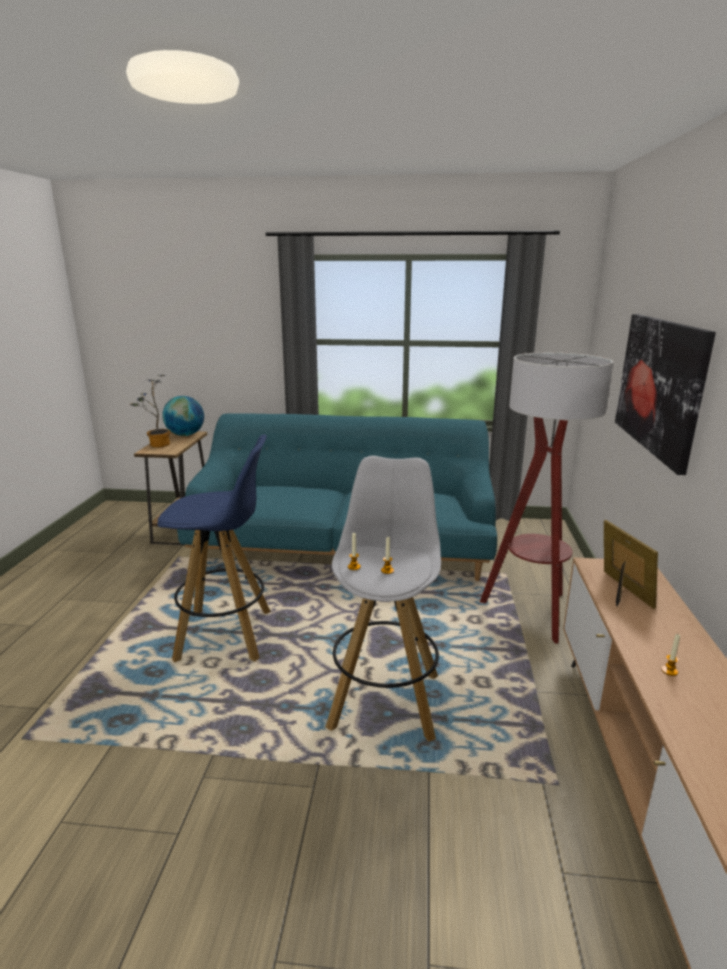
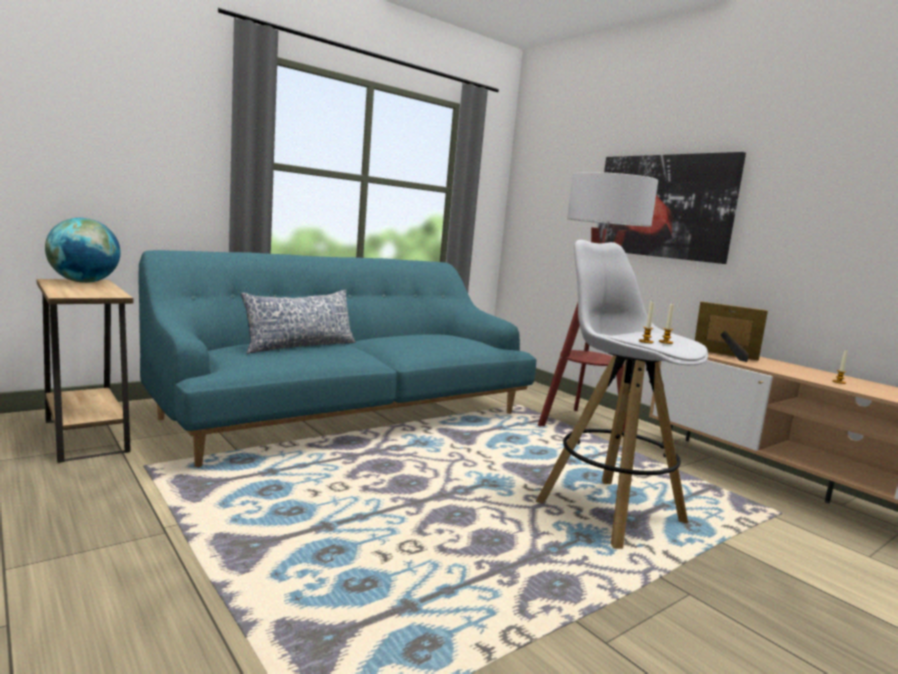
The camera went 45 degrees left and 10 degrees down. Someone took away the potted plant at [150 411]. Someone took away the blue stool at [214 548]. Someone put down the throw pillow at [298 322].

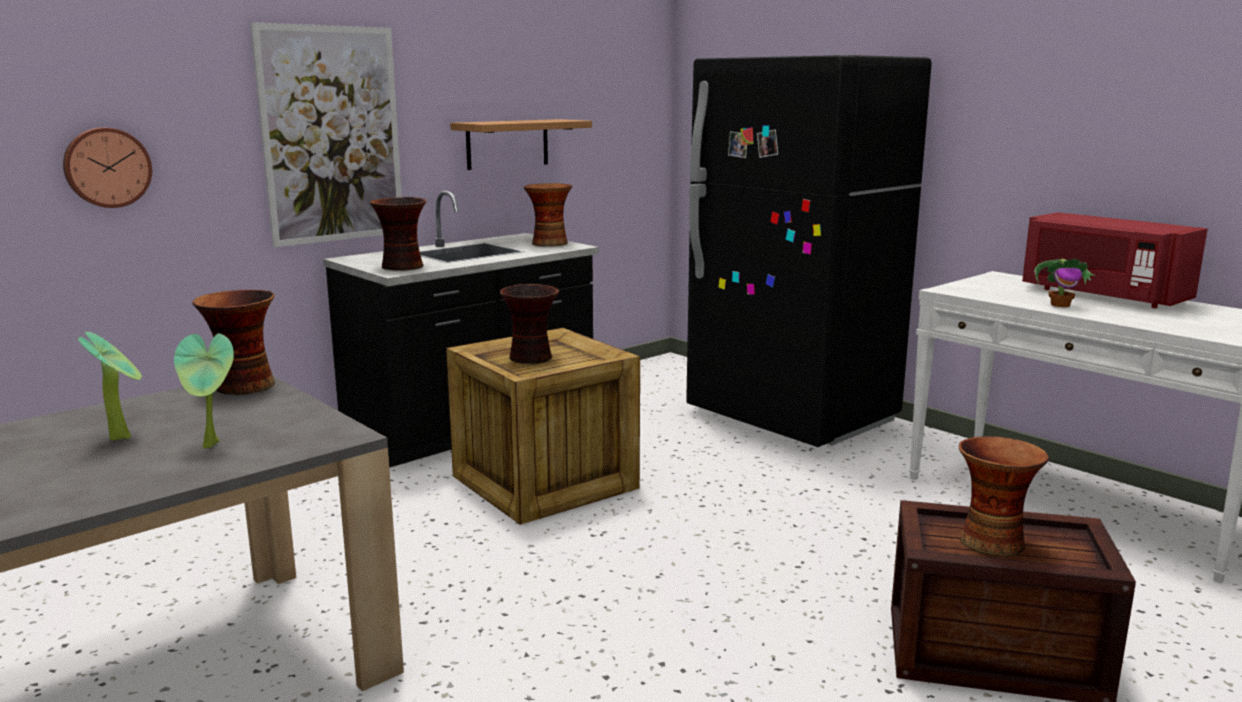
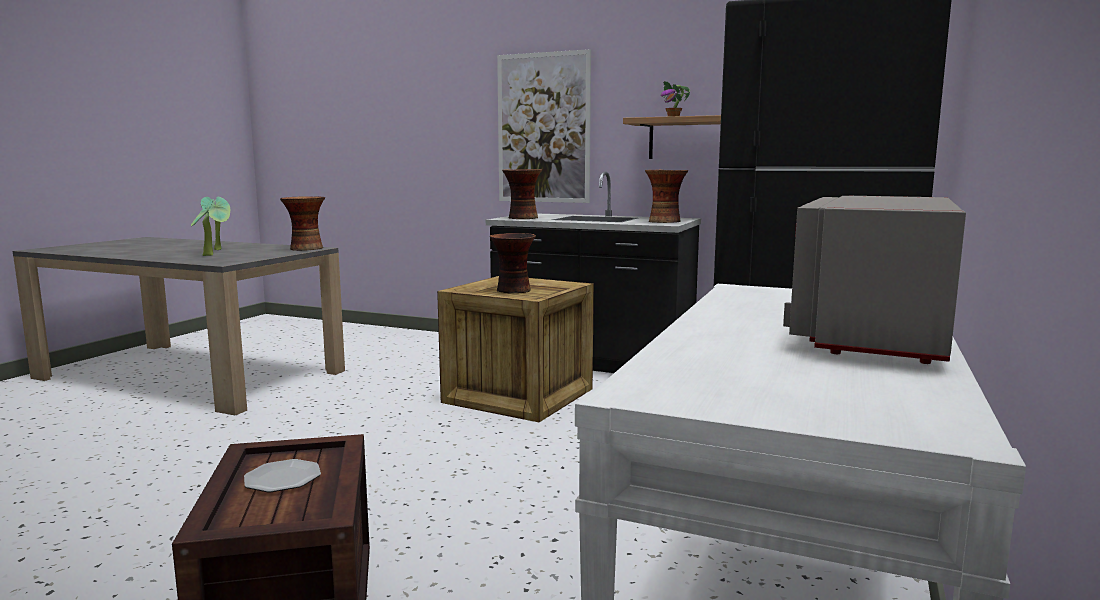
The camera went 65 degrees right and 5 degrees down. Someone took away the clock on the wall at [107 167]. Someone repainted the red-coloured microwave oven at [1115 260], which became the greyish microwave oven at [874 280]. Someone carried the potted plant from [1064 282] to [675 99]. Someone swapped the flower vase at [1004 496] for the plate at [282 475].

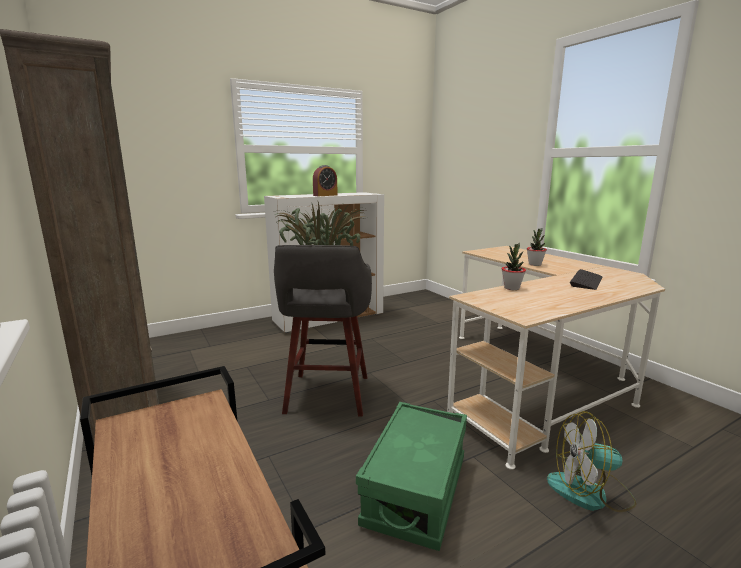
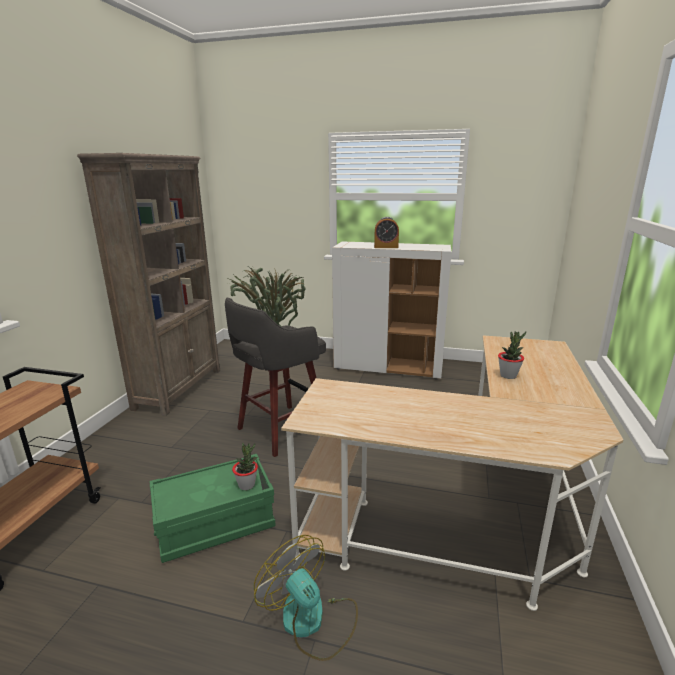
The camera went 45 degrees right and 5 degrees up. Someone carried the potted plant from [514 266] to [245 466]. Someone took away the keyboard at [586 279].

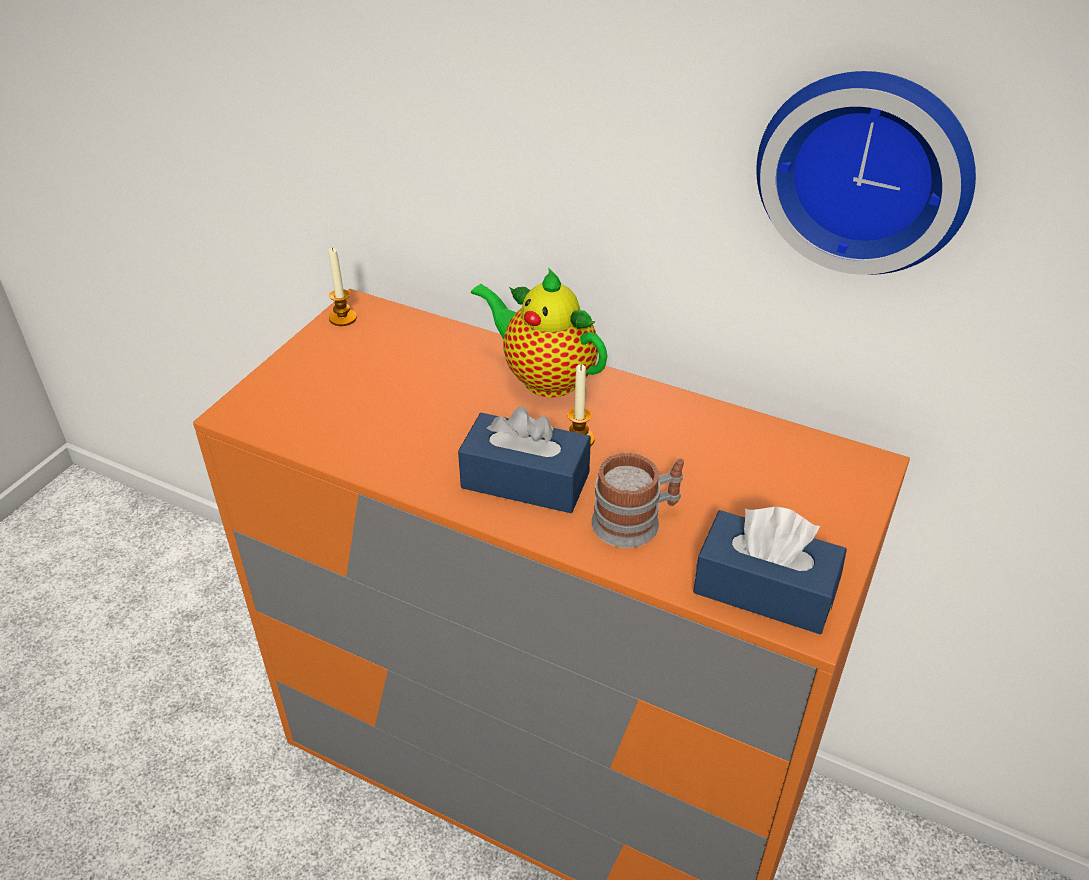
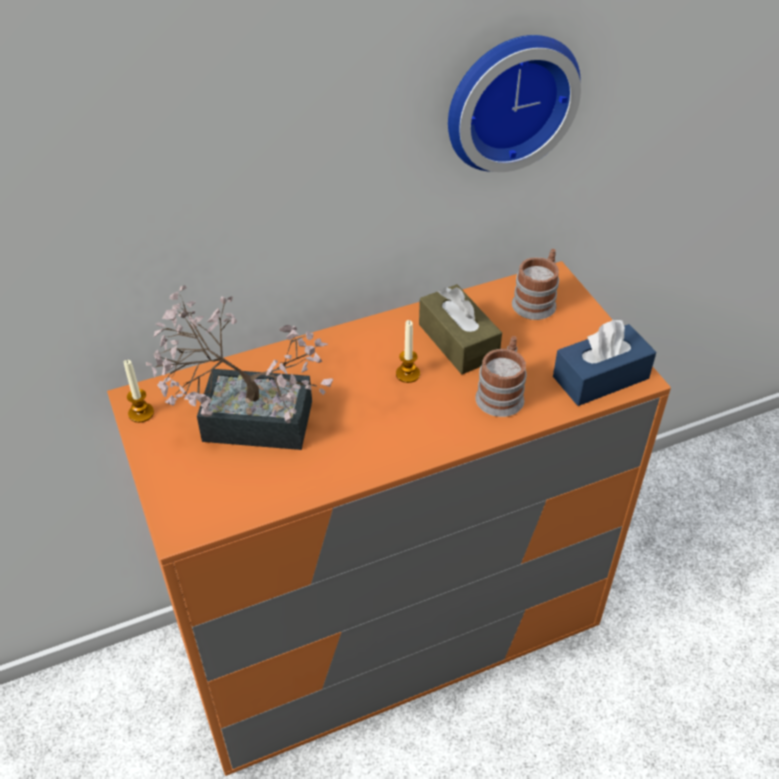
The camera went 50 degrees left and 5 degrees up. Someone took away the teapot at [539 332]. Someone took away the blue box of tissues at [524 459]. Someone put down the coffee mug at [535 284]. Someone put down the brown-coloured box of tissues at [460 329]. Someone put down the potted plant at [239 367].

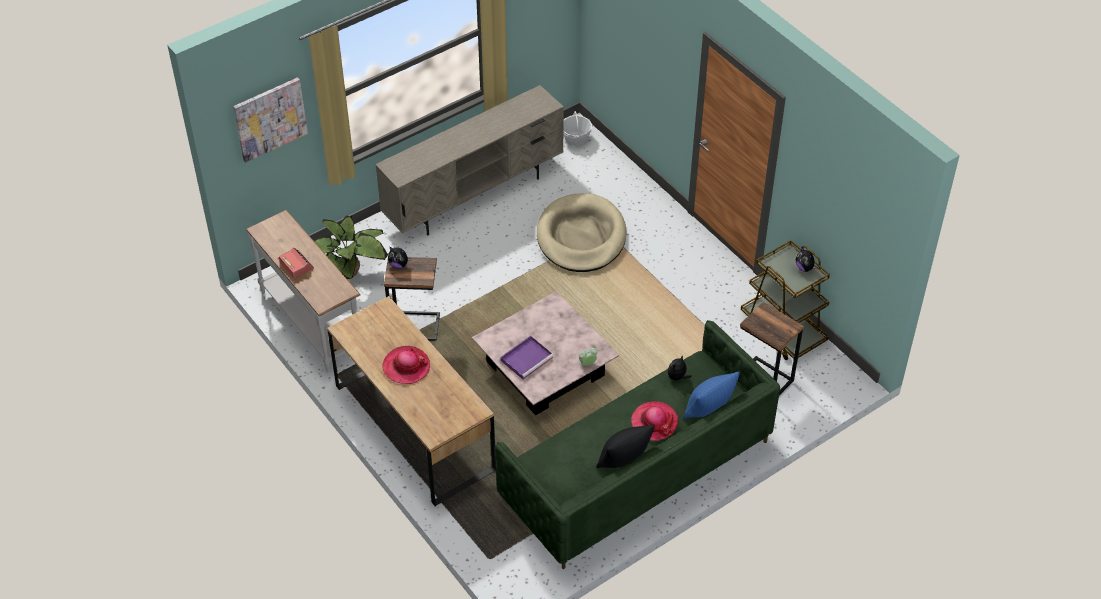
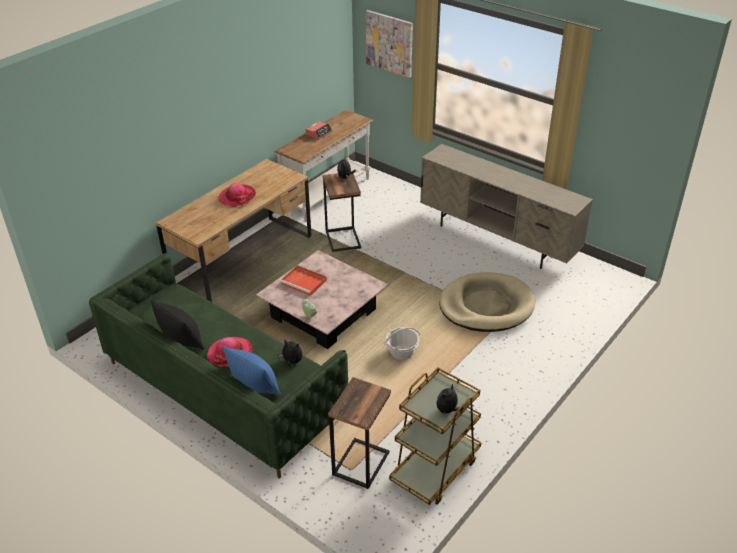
The camera went 75 degrees right and 10 degrees down. Someone carried the basket from [577 128] to [402 343]. Someone took away the potted plant at [351 247]. Someone repainted the purple tray at [527 357], which became the red-coloured tray at [303 280].

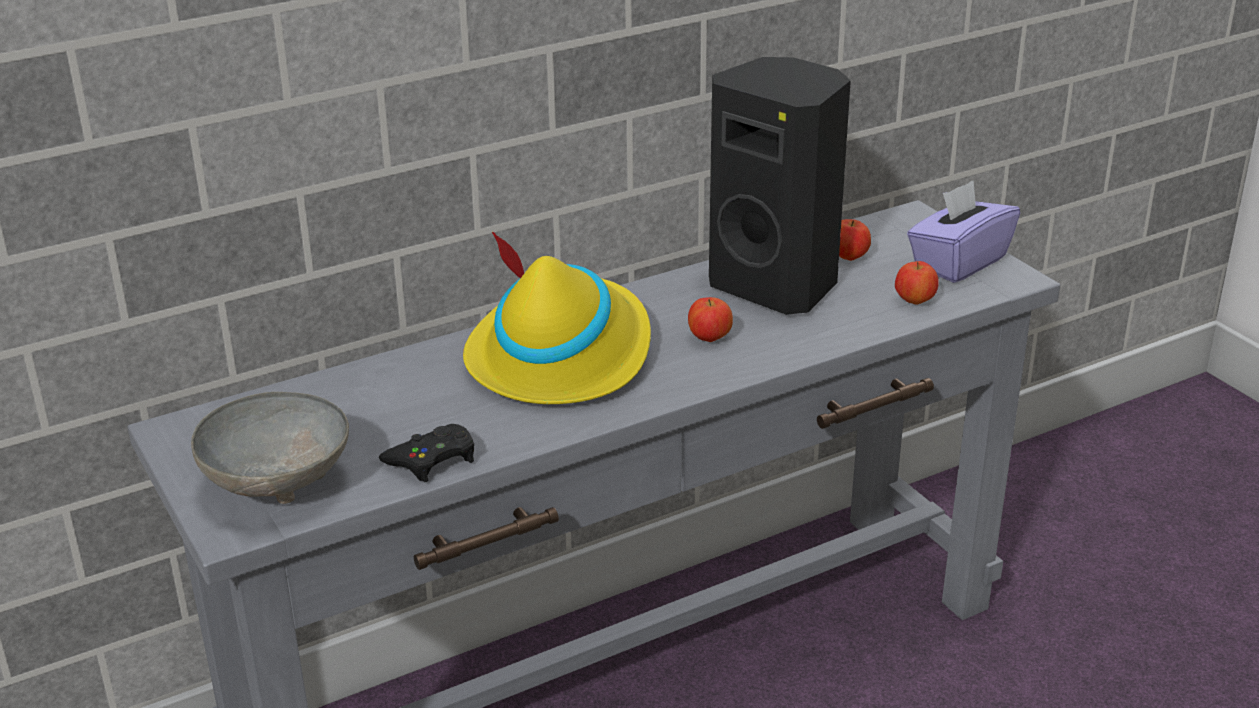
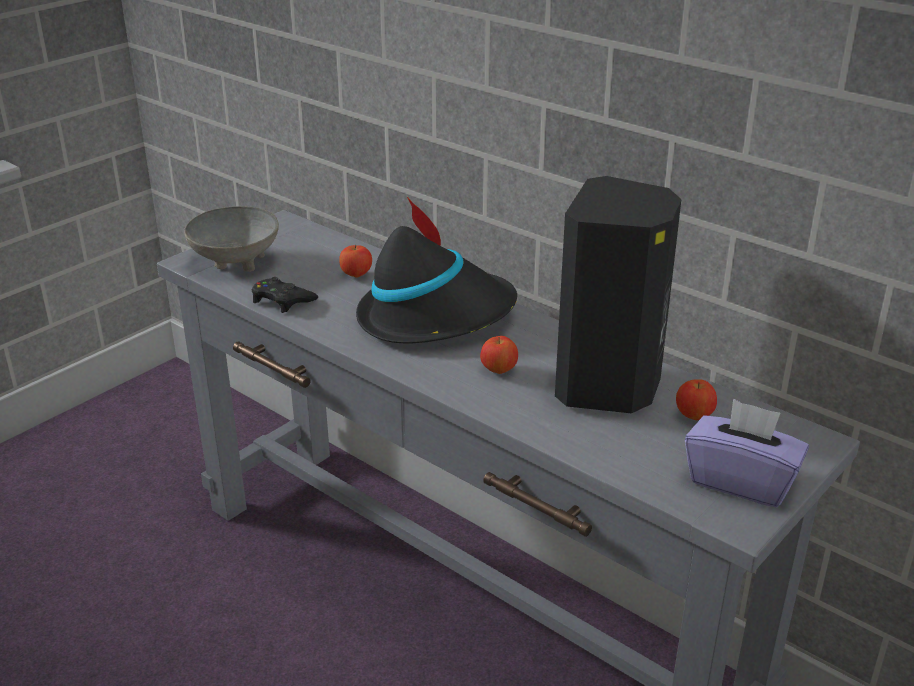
The camera went 70 degrees right and 0 degrees up. Someone repainted the yellow wearable hat at [557 318], which became the blackish wearable hat at [436 270]. Someone carried the whole apple from [917 283] to [355 261].

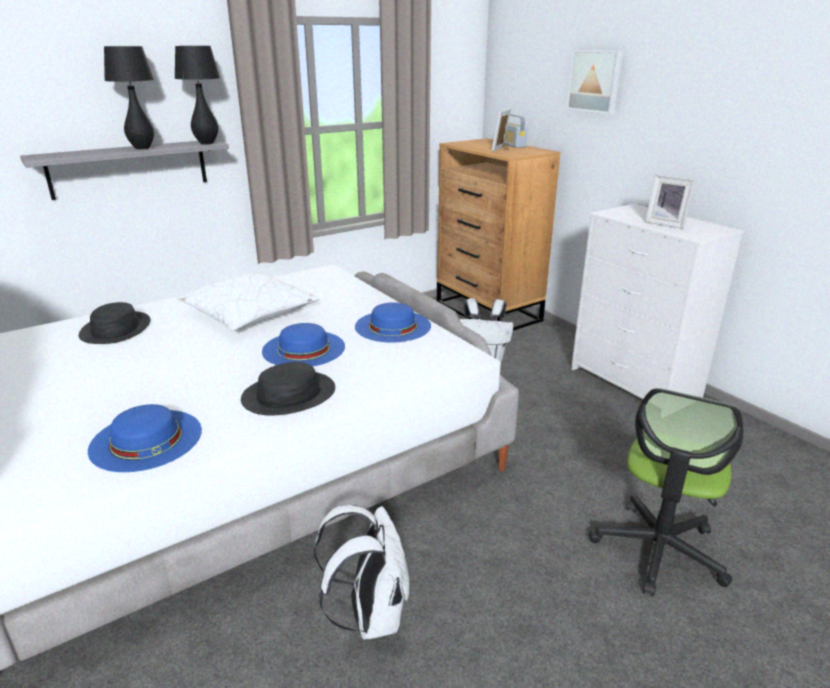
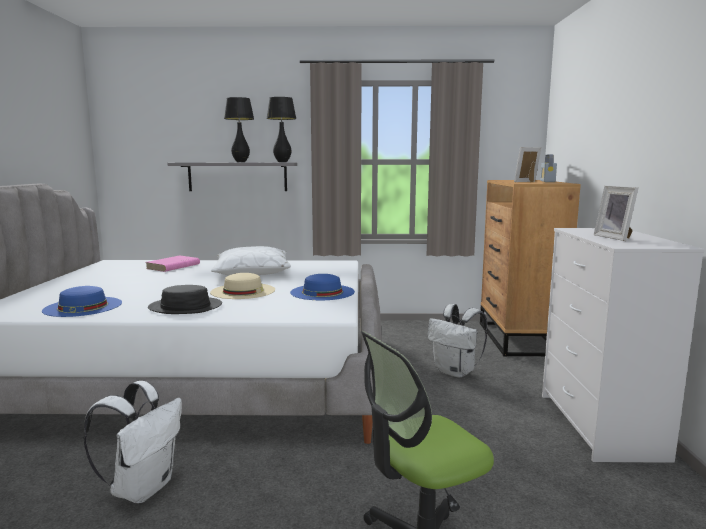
The camera went 35 degrees right and 15 degrees down. Someone took away the wall art at [595 82]. Someone swapped the blackish wearable hat at [114 323] for the pink-coloured volume at [173 264]. Someone repainted the blue wearable hat at [303 345], which became the sand-coloured wearable hat at [242 286].

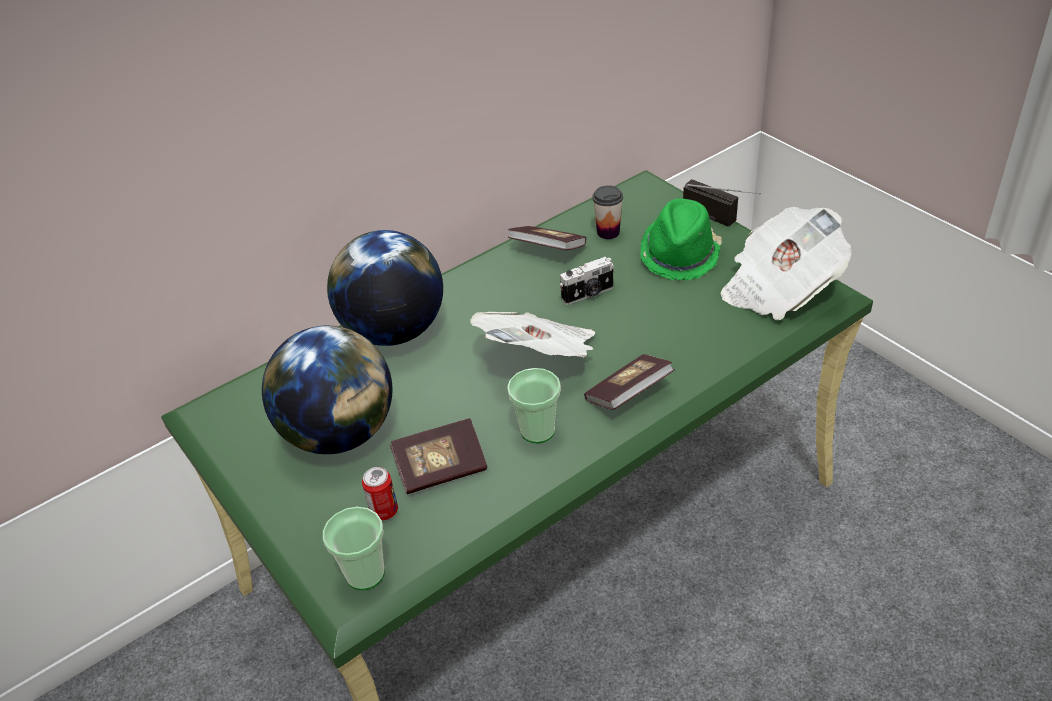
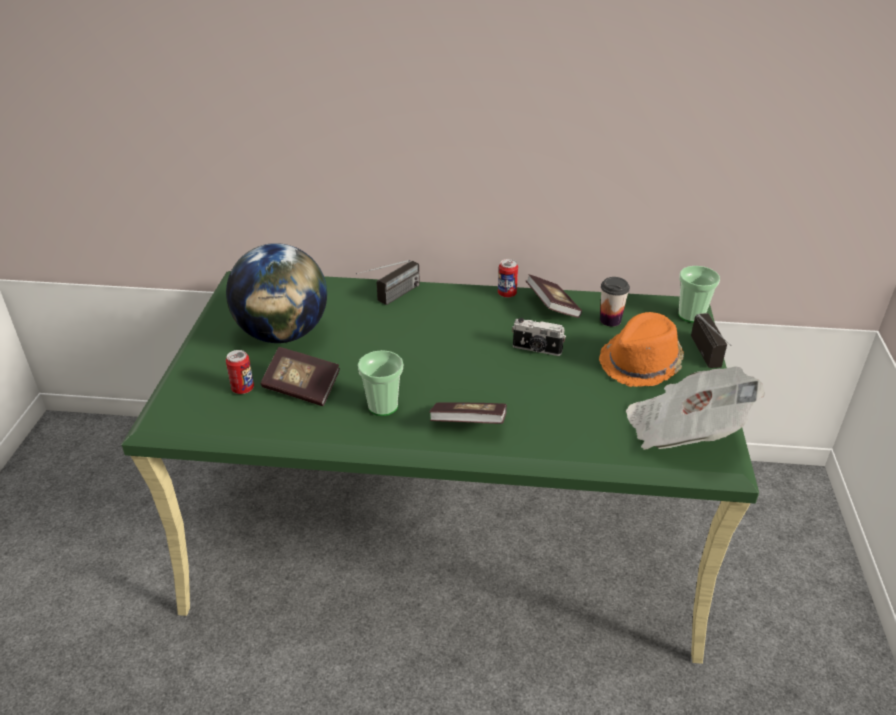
The camera went 40 degrees right and 5 degrees down. Someone repainted the green wearable hat at [681 239], which became the orange-coloured wearable hat at [641 349]. Someone swapped the globe at [385 288] for the radio at [388 282]. Someone took away the daily paper at [532 334]. Someone carried the small cup from [354 548] to [699 294]. Someone put down the sealed can at [508 278].

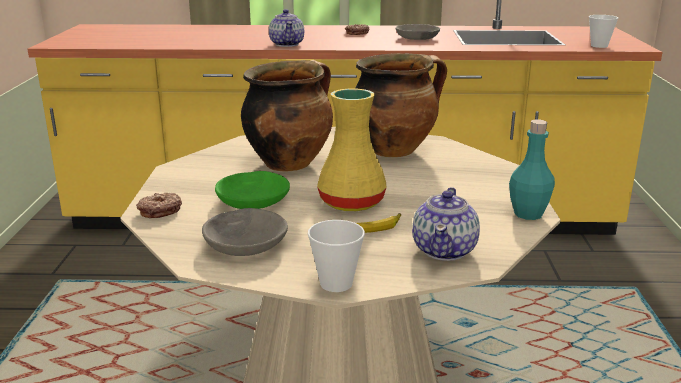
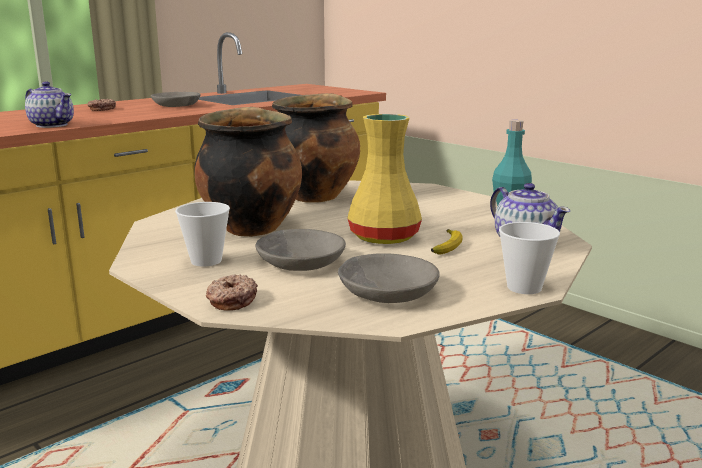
The camera went 45 degrees left and 5 degrees down. Someone carried the small cup from [603 31] to [202 234]. Someone repainted the green serving bowl at [252 190], which became the greyish serving bowl at [300 250].

